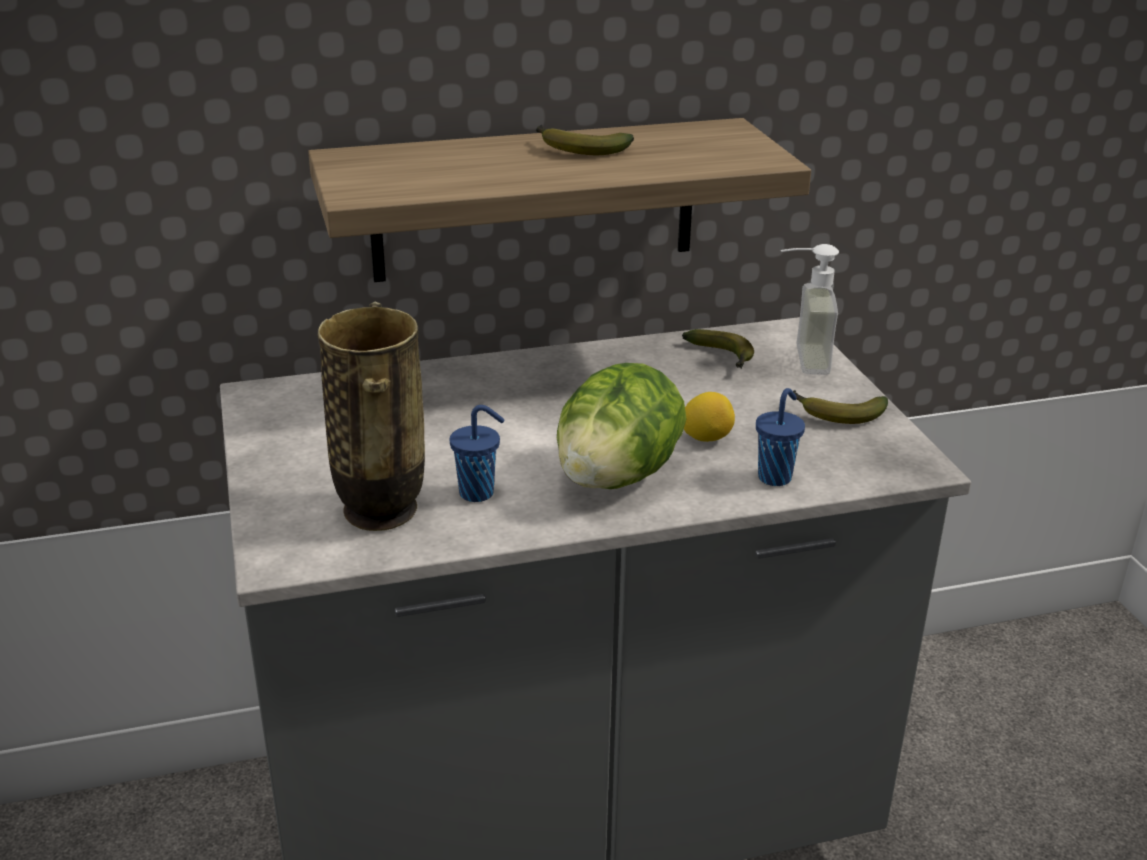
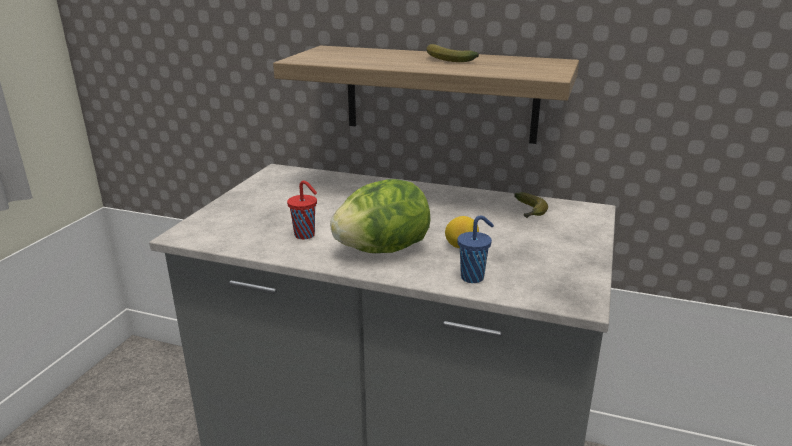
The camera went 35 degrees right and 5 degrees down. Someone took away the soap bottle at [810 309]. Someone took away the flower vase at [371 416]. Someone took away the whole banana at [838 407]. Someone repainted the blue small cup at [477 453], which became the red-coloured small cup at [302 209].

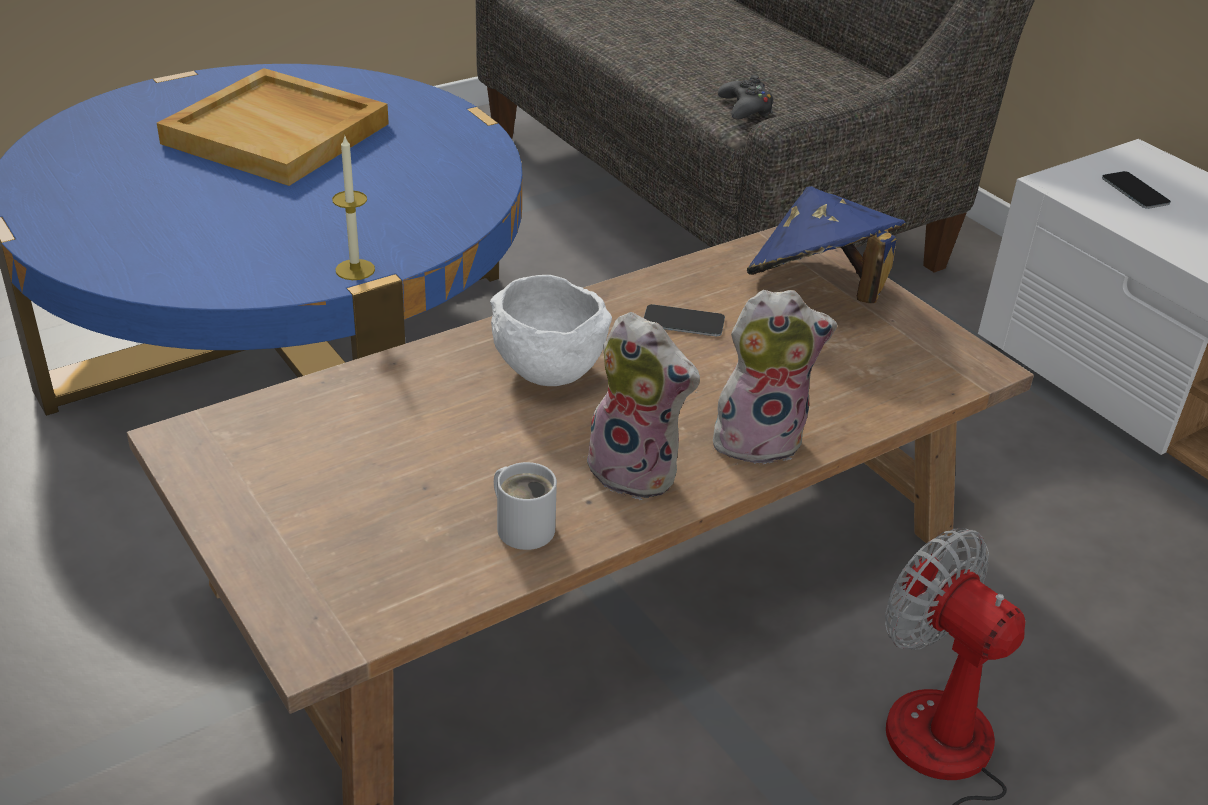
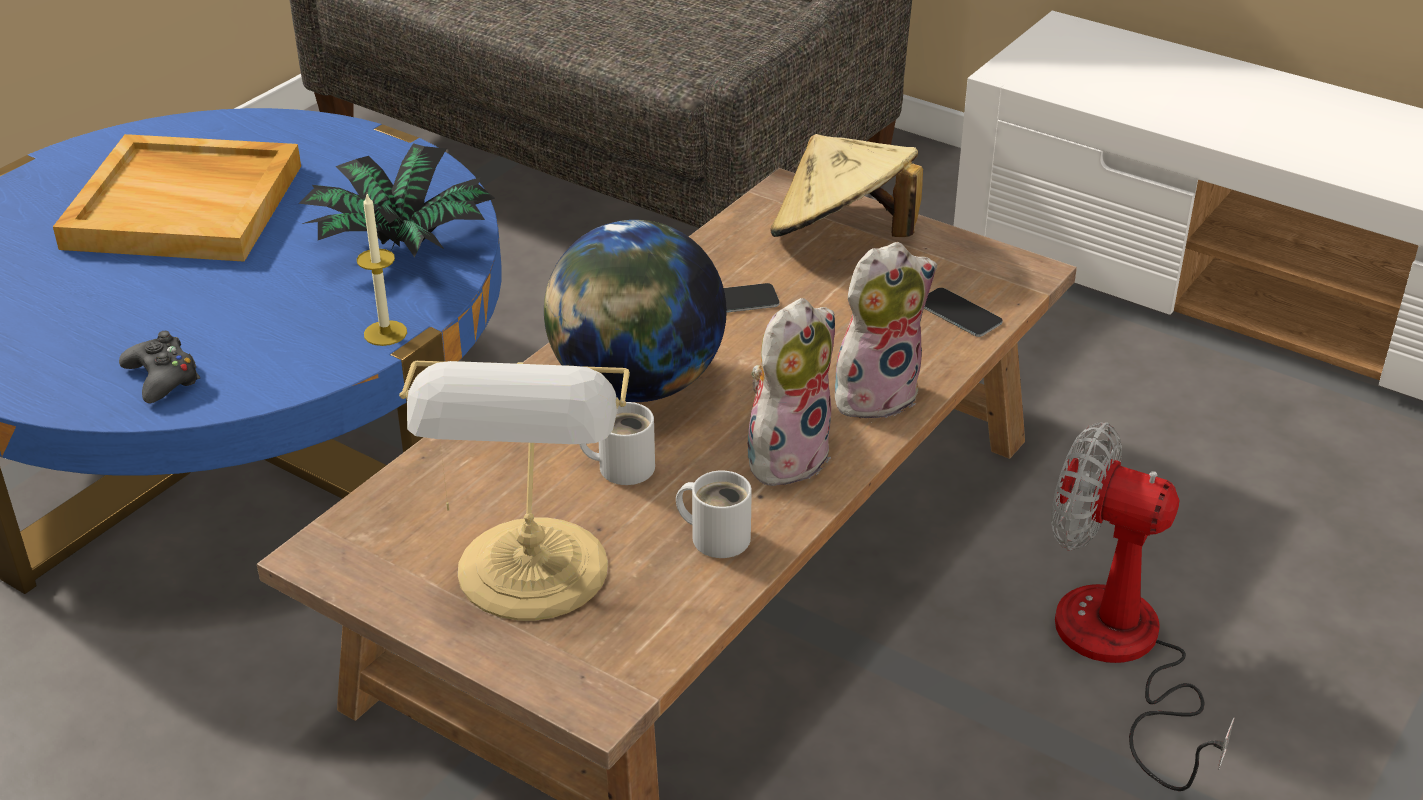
The camera went 20 degrees left and 0 degrees up. Someone carried the blackish joypad from [745 97] to [159 367]. Someone carried the telephone from [1136 190] to [963 312]. Someone repainted the blue wearable hat at [826 244], which became the sand-coloured wearable hat at [847 185]. Someone swapped the white-coloured serving bowl at [551 330] for the globe at [635 311]. Someone rotated the cuddly toy at [643 406] by 60 degrees counterclockwise. Someone put down the potted plant at [396 200]. Someone put down the tabletop lamp at [514 491]. Someone put down the white-coloured coffee mug at [617 443].

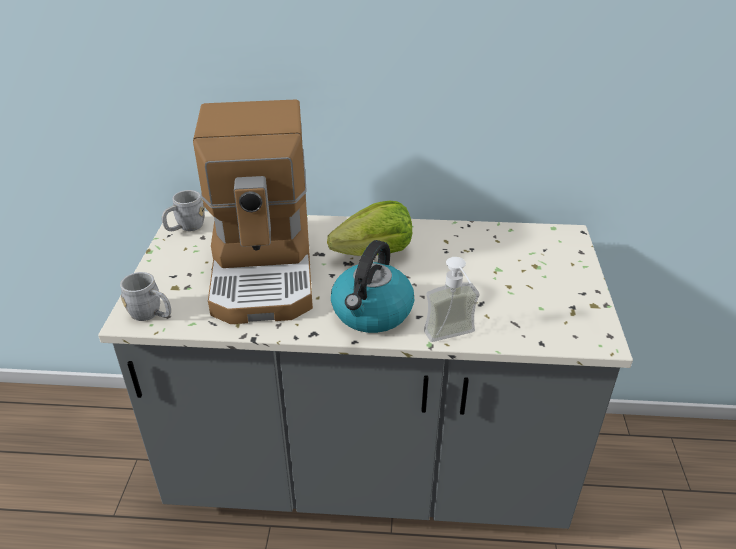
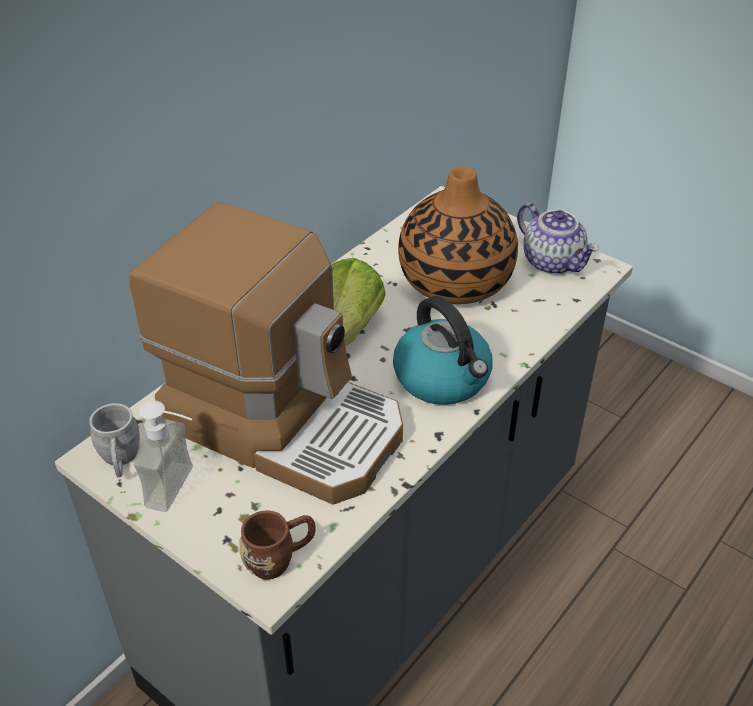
The camera went 55 degrees left and 5 degrees up. Someone carried the soap bottle from [451 299] to [163 456]. Someone repainted the greyish coffee mug at [145 296], which became the brown-coloured coffee mug at [277 545]. Someone put down the flower vase at [458 235]. Someone put down the teapot at [558 239].

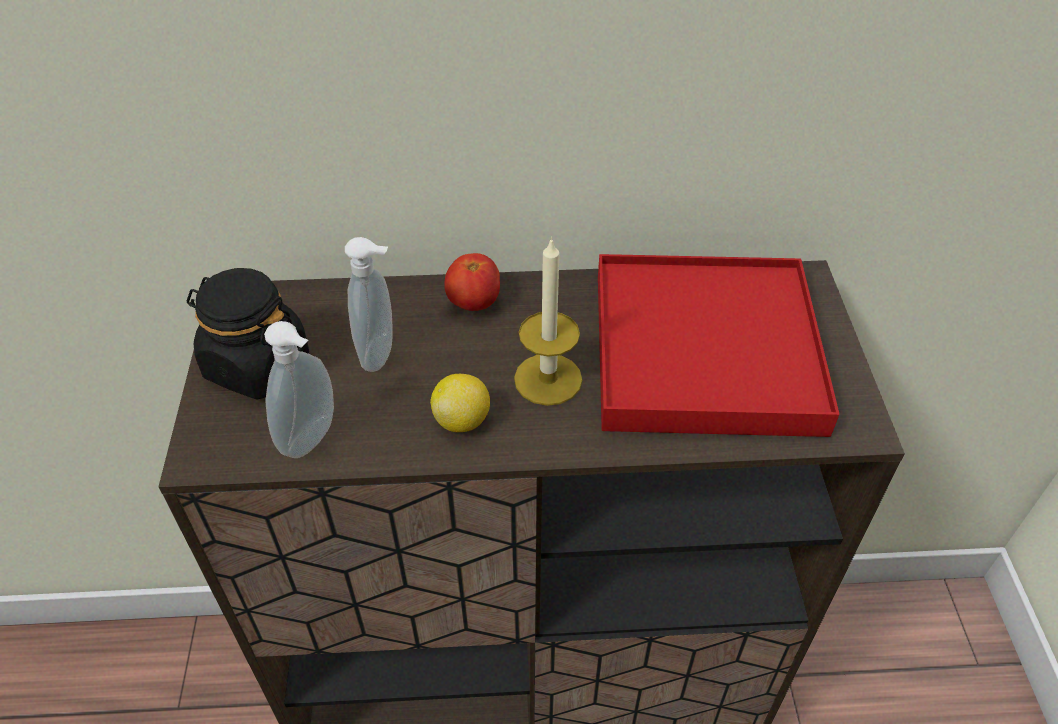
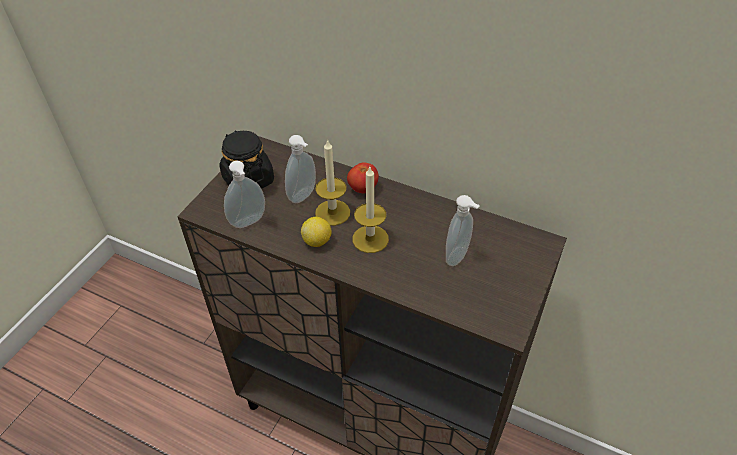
The camera went 30 degrees right and 0 degrees up. Someone swapped the red-coloured tray at [718 345] for the soap bottle at [463 230]. Someone put down the wax candle at [332 182].

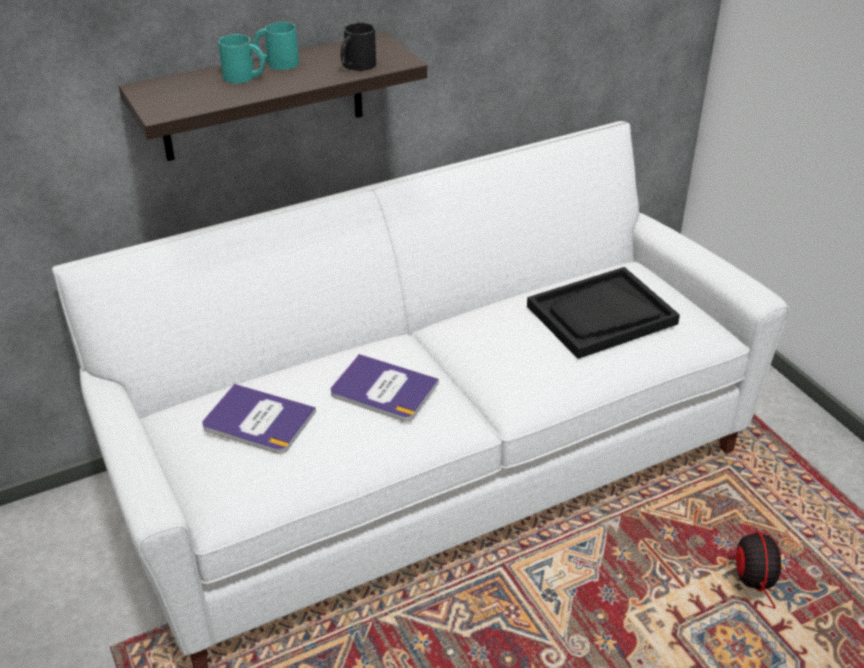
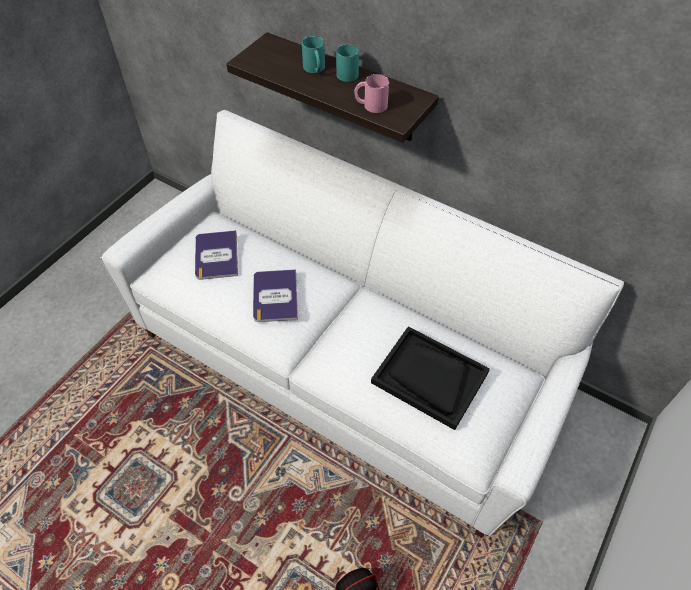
The camera went 60 degrees right and 15 degrees up. Someone repainted the blackish coffee mug at [358 46], which became the pink-coloured coffee mug at [371 93].

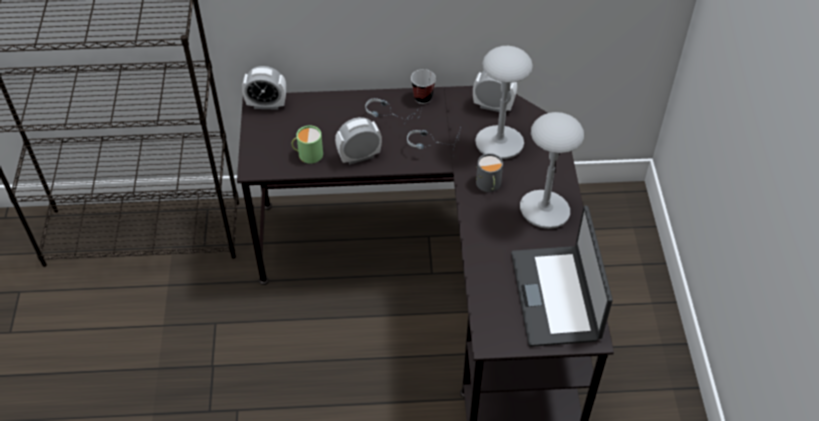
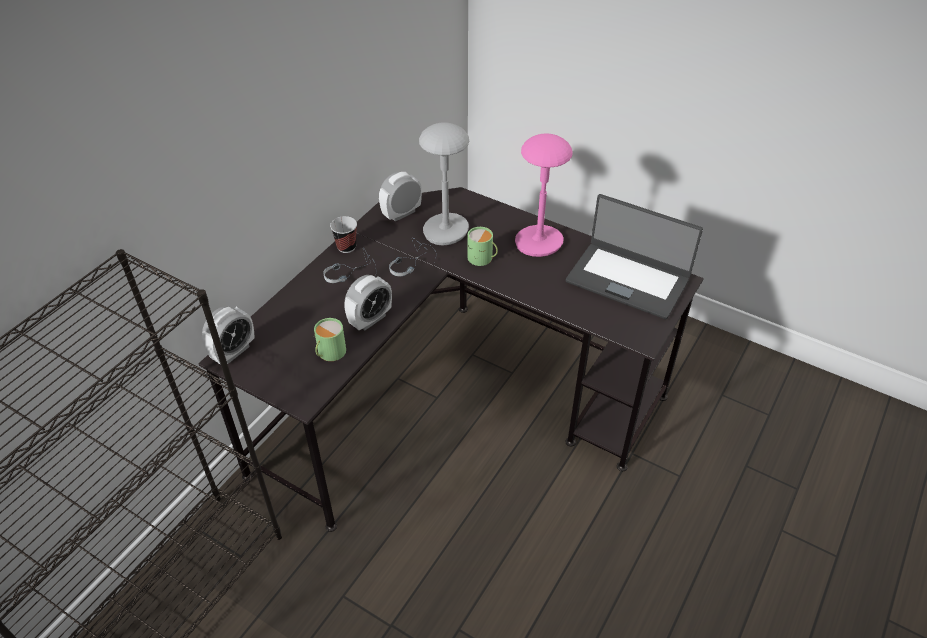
The camera went 55 degrees left and 5 degrees down. Someone repainted the greyish tabletop lamp at [552 170], which became the pink-coloured tabletop lamp at [543 195]. Someone rotated the table clock at [358 140] by 150 degrees counterclockwise. Someone repainted the greyish coffee mug at [489 172], which became the green coffee mug at [482 246].

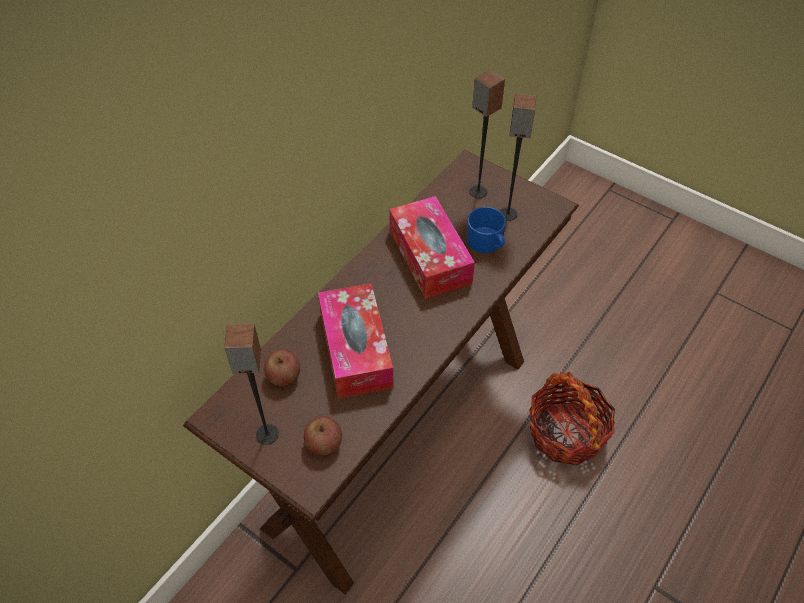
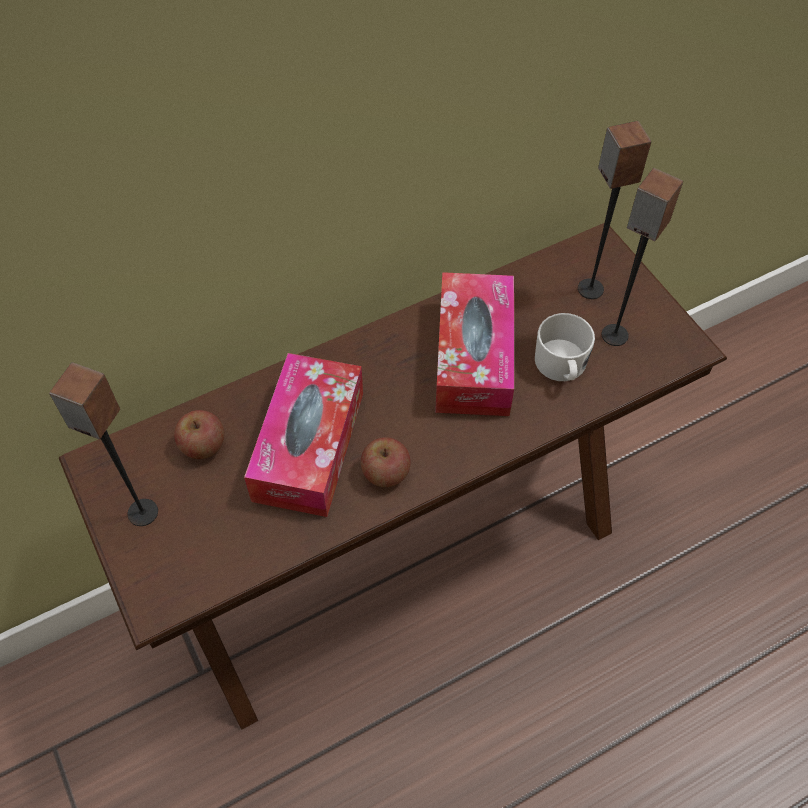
The camera went 25 degrees right and 5 degrees up. Someone repainted the blue coffee mug at [486 230], which became the white-coloured coffee mug at [565 347]. Someone took away the basket at [572 418]. Someone carried the whole apple from [323 435] to [386 462].

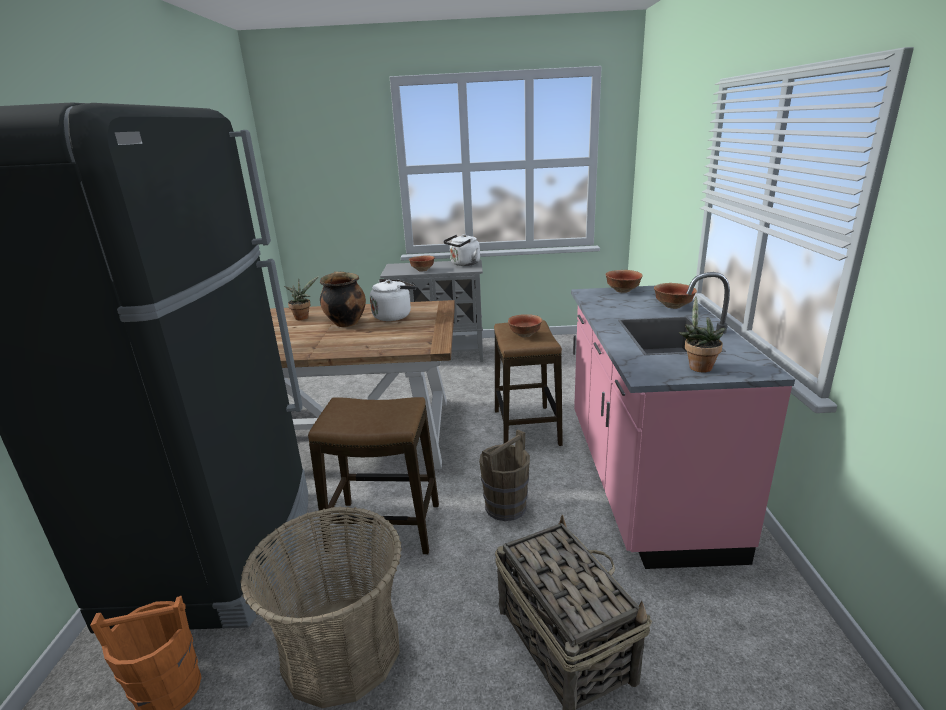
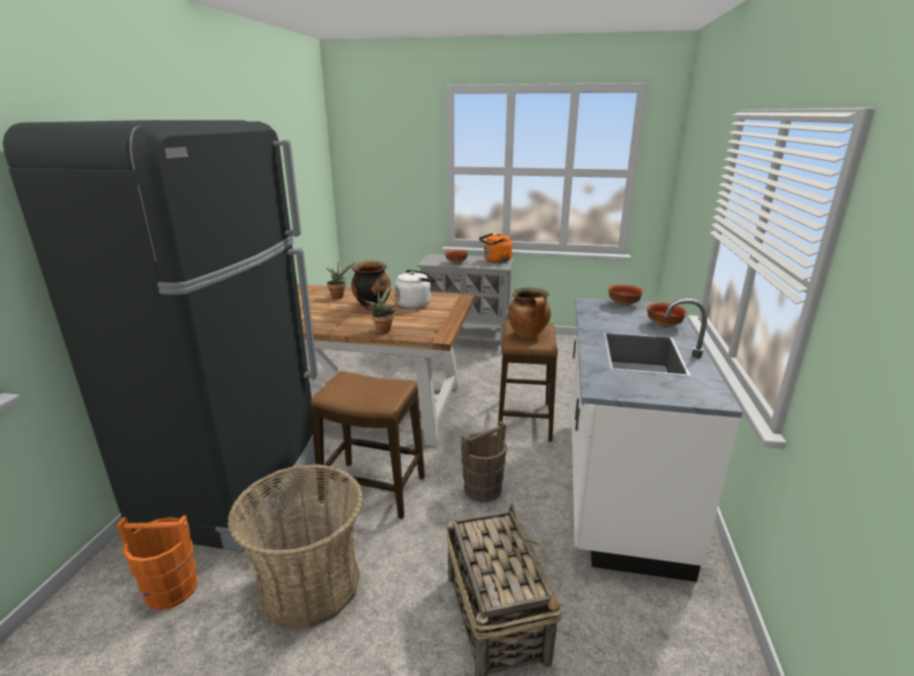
The camera went 10 degrees right and 0 degrees up. Someone repainted the white-coloured water kettle at [461 250], which became the orange-coloured water kettle at [495 248]. Someone repainted the pink-coloured kitchen base unit at [683 420], which became the white-coloured kitchen base unit at [657 440]. Someone carried the potted plant from [702 334] to [380 309]. Someone swapped the serving bowl at [525 325] for the stockpot at [529 312].

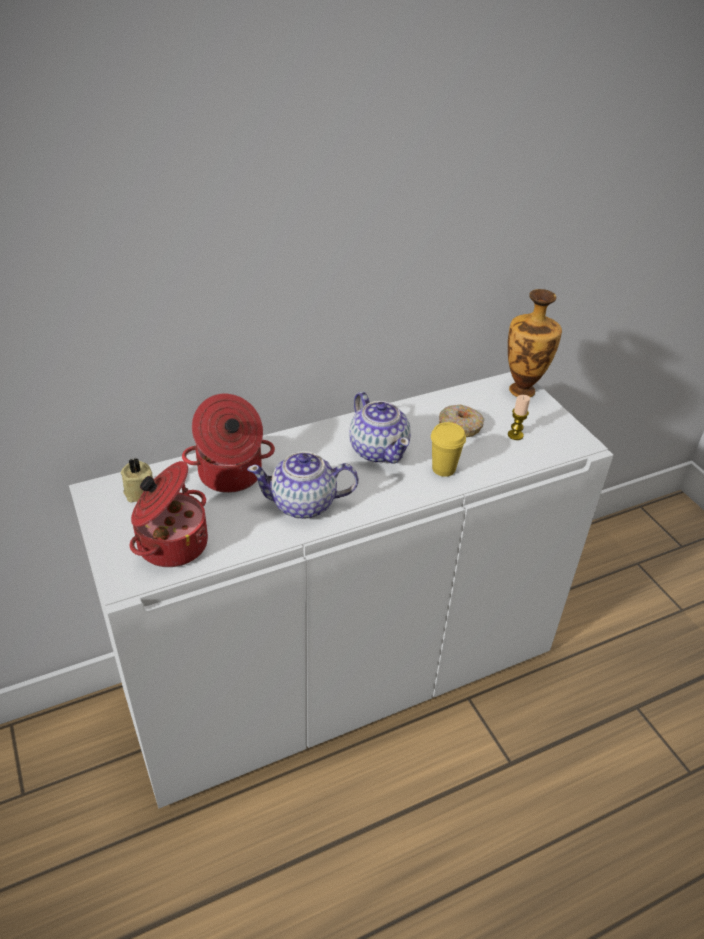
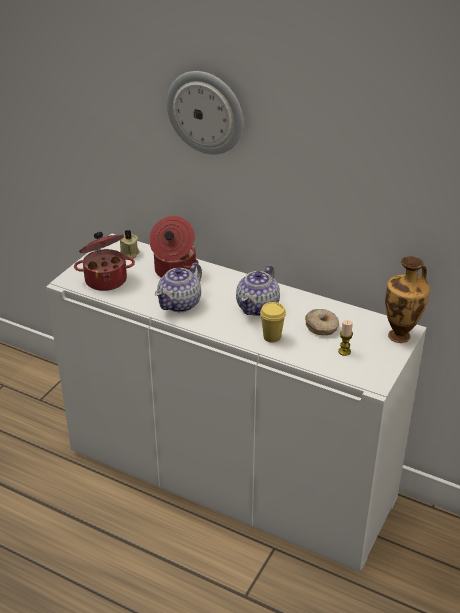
The camera went 55 degrees right and 5 degrees down. Someone rotated the teapot at [303 485] by 105 degrees counterclockwise. Someone put up the clock on the wall at [205 113].

